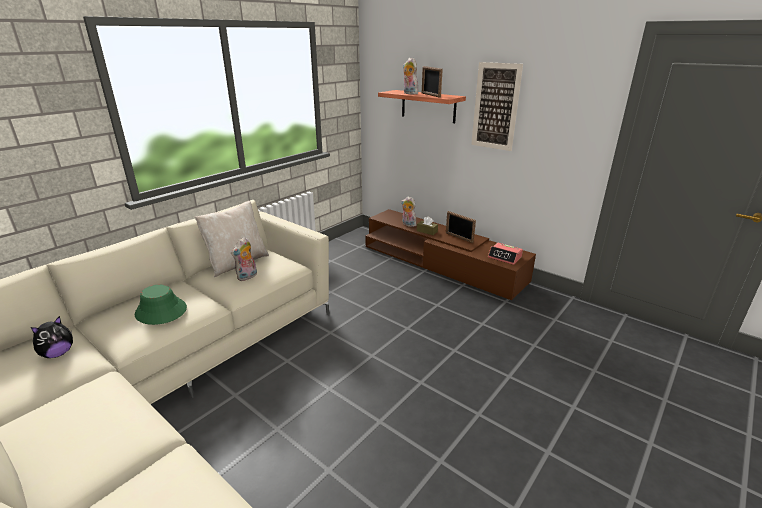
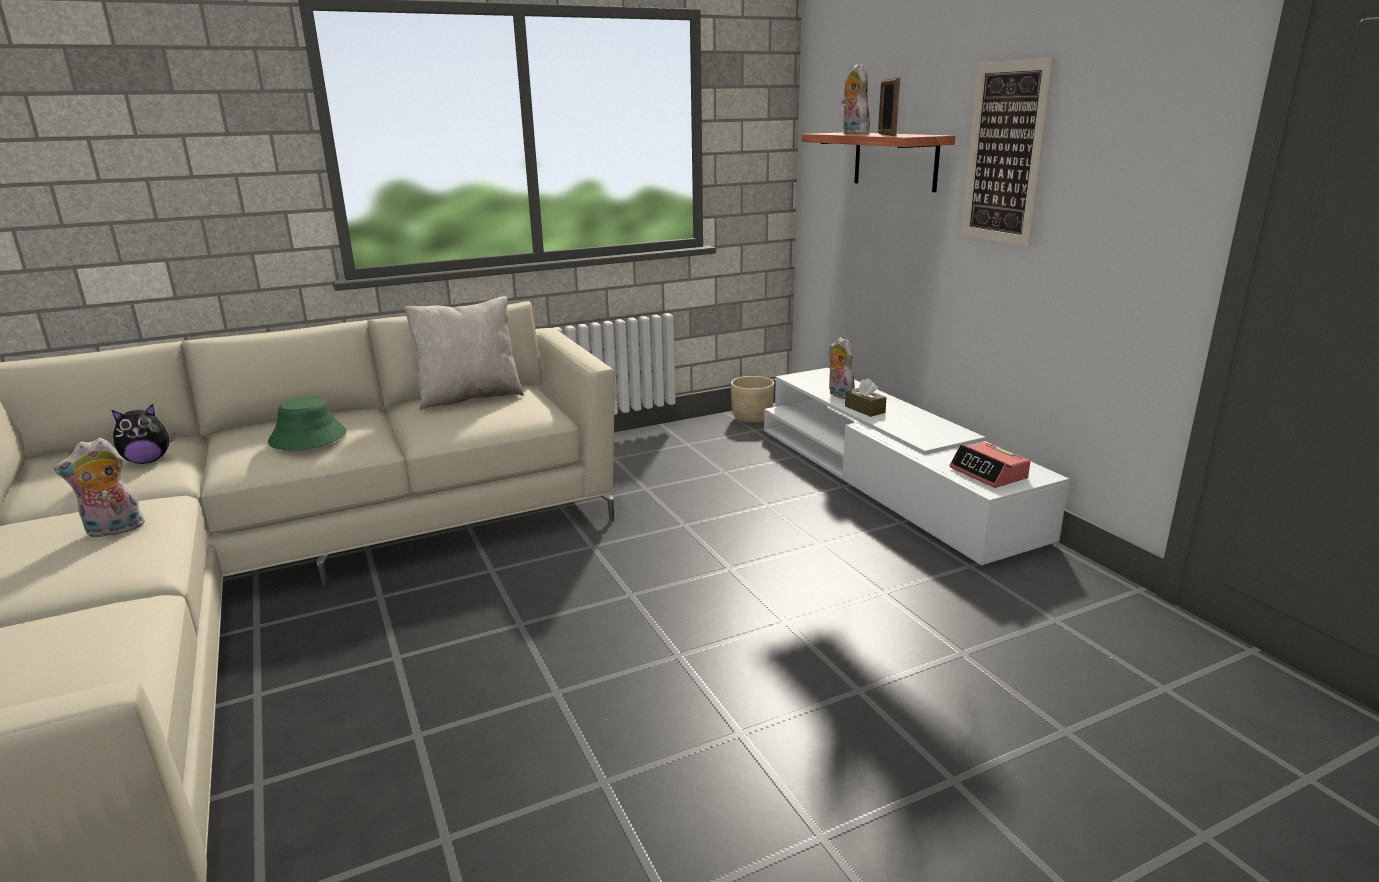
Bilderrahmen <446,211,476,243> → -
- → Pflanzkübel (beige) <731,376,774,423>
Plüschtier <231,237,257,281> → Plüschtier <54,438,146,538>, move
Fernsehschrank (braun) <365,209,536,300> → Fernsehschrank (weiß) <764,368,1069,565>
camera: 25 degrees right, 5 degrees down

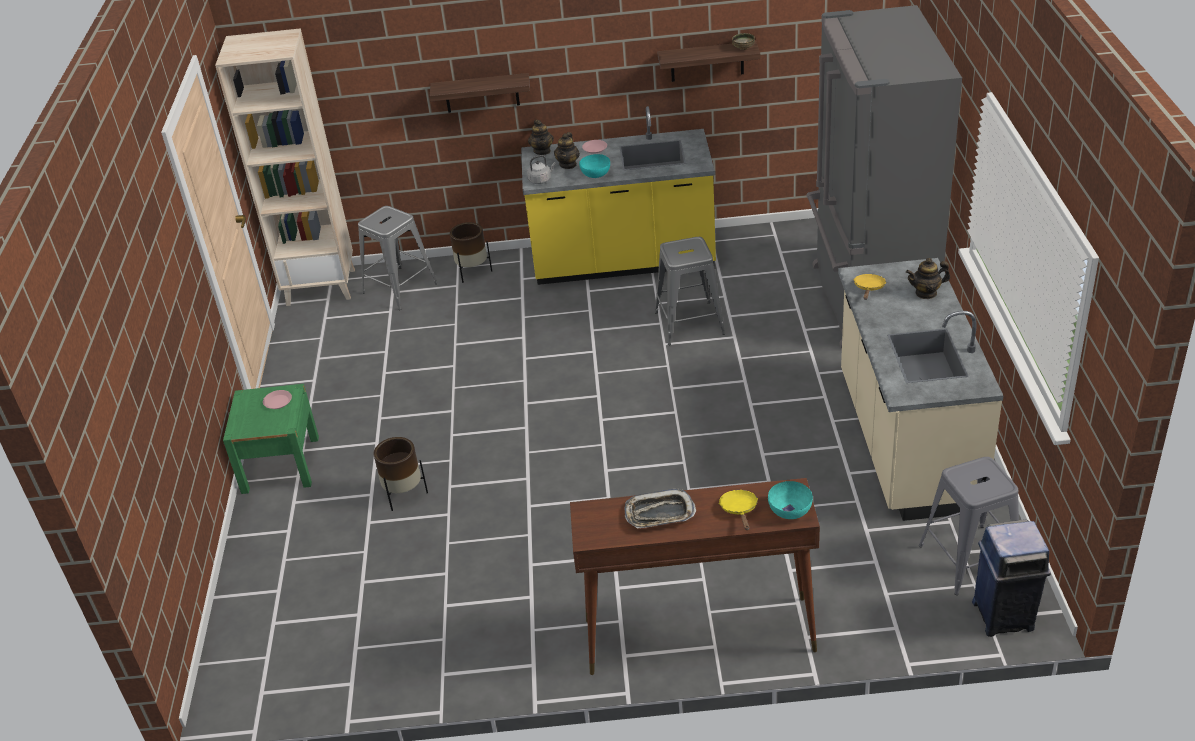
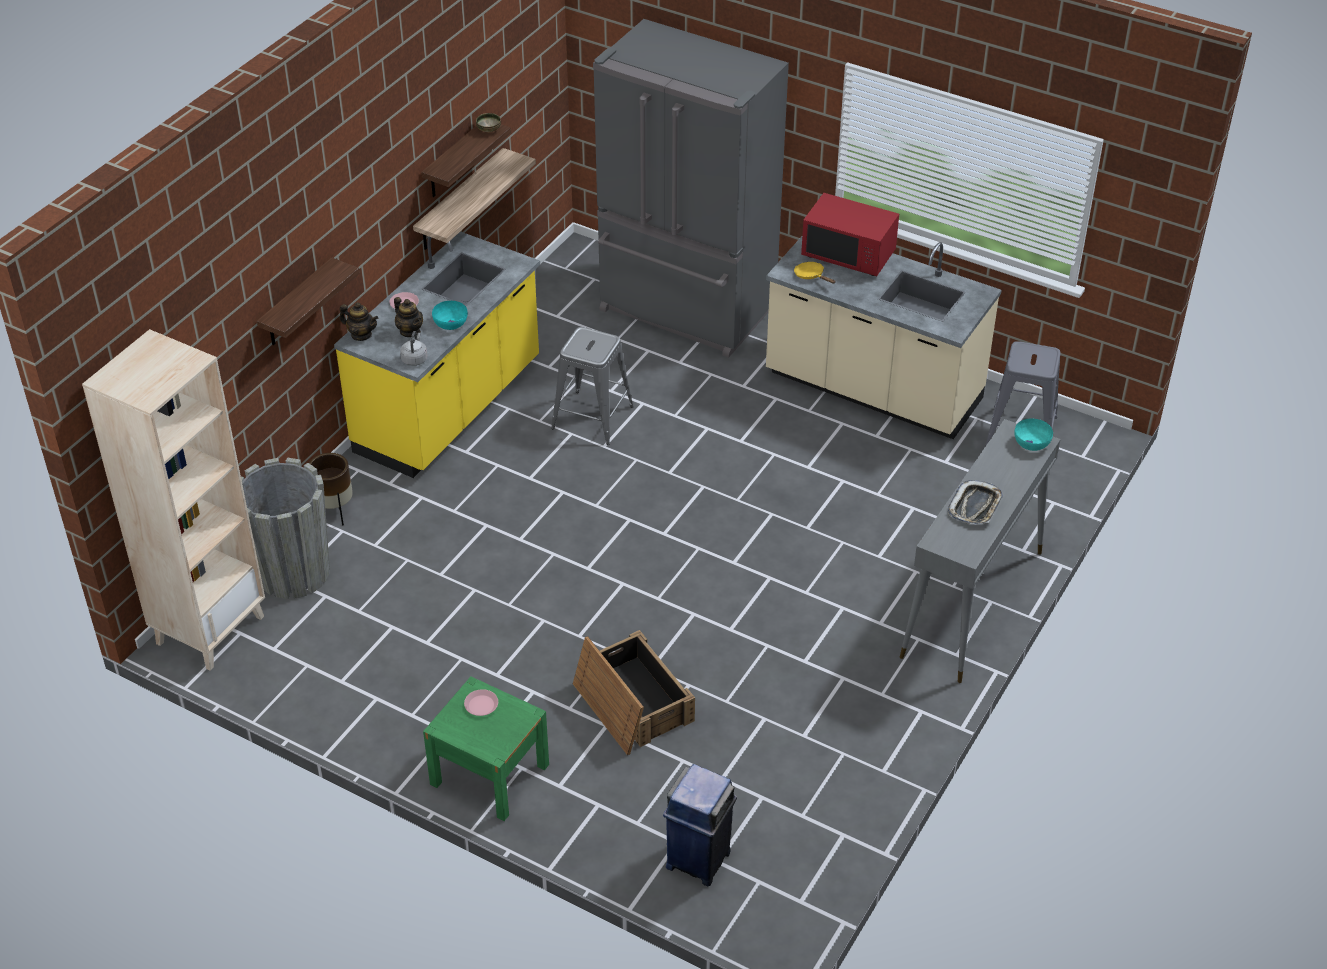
Pfanne (gelb) <719,490,758,530> → -
- → Wandregal <413,148,536,250>
Mülleimer (blau) <972,520,1051,637> → Mülleimer (blau) <663,764,737,887>, move
Hocker (grau) <358,206,438,310> → Pflanzkübel (grau) <241,457,330,599>
Pflanzkübel (braun) <374,437,428,511> → Kiste <573,630,695,755>
Teekanne <906,258,950,299> → Mikrowelle (rot) <801,193,899,276>
Konsolentisch (braun) <570,478,820,675> → Konsolentisch (grau) <900,419,1061,683>
camera: 60 degrees left, 5 degrees up

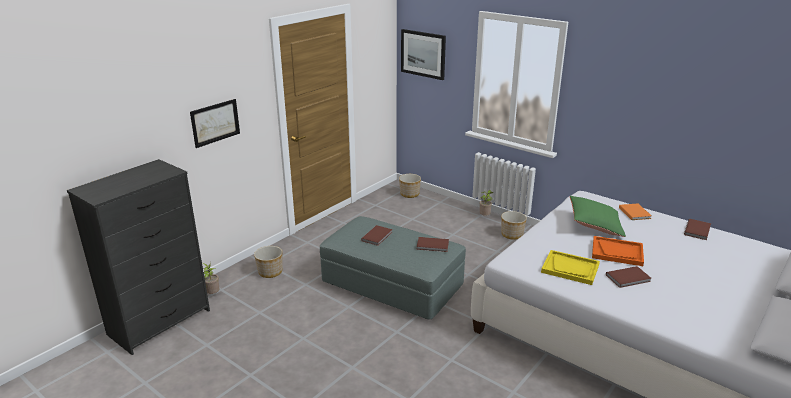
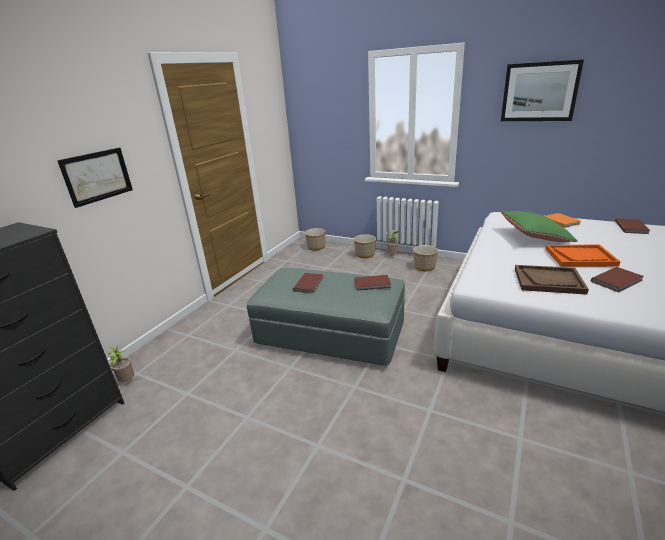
Pflanzkübel <254,246,283,278> → Pflanzkübel <354,234,376,258>, move
Bild <401,29,446,80> → Bild <501,59,584,121>, move
Tablett (gelb) <541,250,600,285> → Tablett (braun) <515,265,589,295>
camera: 10 degrees left, 0 degrees up

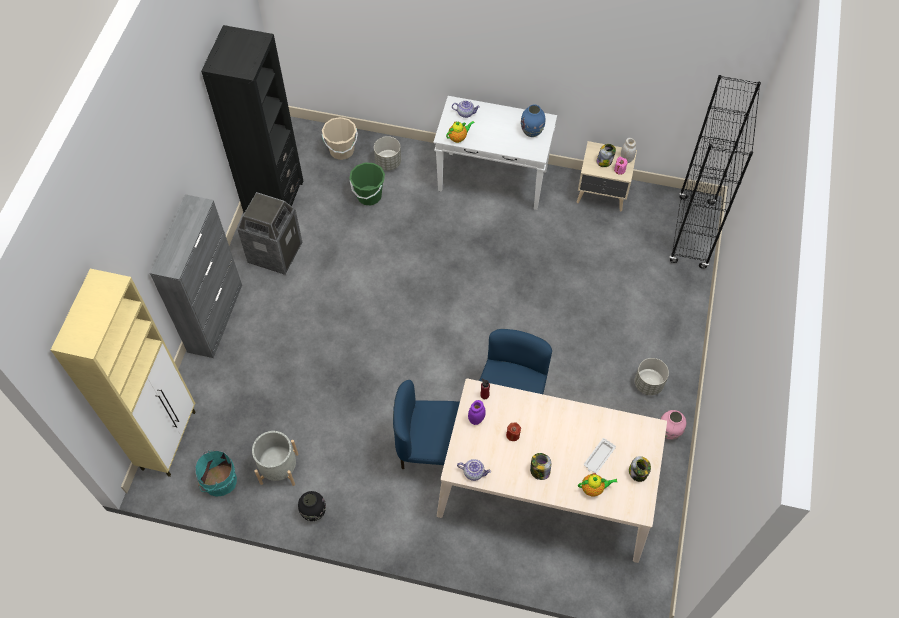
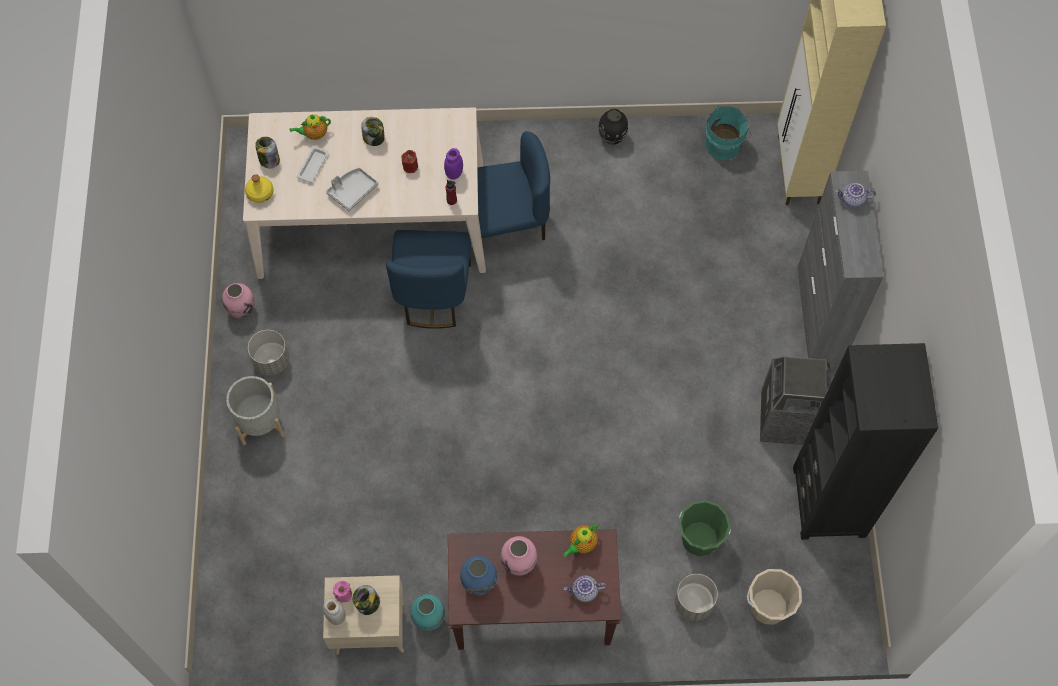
Bücherregal (schwarz) <669,75,761,269> → -
- → Flasche (gelb) <245,174,274,203>
- → Tablett (grau) <326,168,378,211>
- → Vase (türkis) <411,594,445,631>
- → Vase (rosa) <501,536,537,576>
Pflanzkübel (grau) <252,431,299,486> → Pflanzkübel (grau) <226,376,284,445>, move
Teekanne <457,459,491,481> → Teekanne <835,183,876,208>, move
Konsolentisch (weiß) <433,96,557,210> → Konsolentisch (braun) <448,529,621,650>
camera: 165 degrees right, 5 degrees up

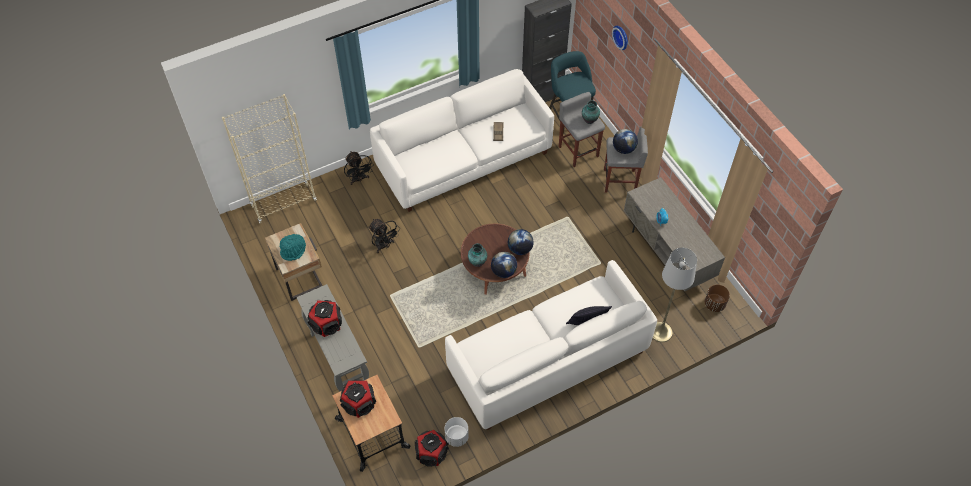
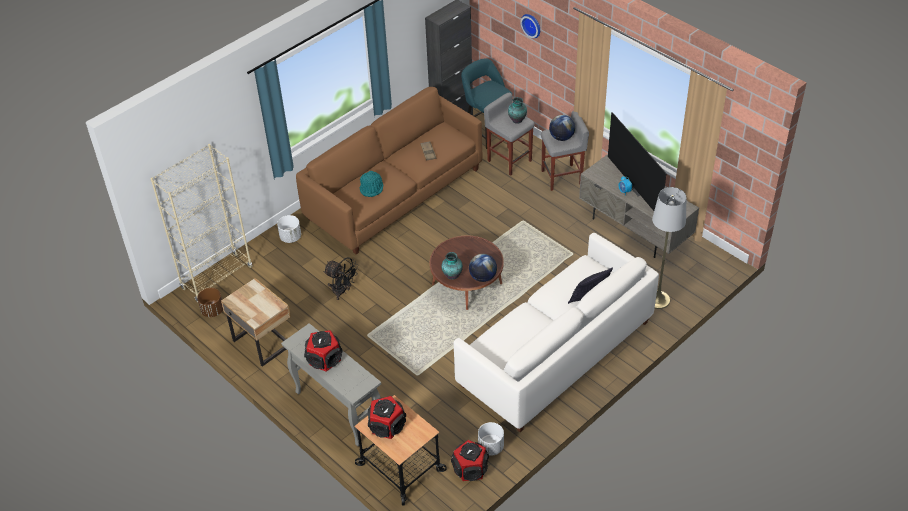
Globus <508,229,534,255> → -
- → Fernseher <608,112,667,211>
Hut (türkis) <279,234,306,261> → Hut (türkis) <360,171,383,197>, move
Pflanzkübel (braun) <705,285,730,312> → Pflanzkübel (braun) <197,288,223,317>, move
Ventilator (schwarz) <344,151,374,185> → Pflanzkübel (weiß) <277,215,301,243>
Sofa (weiß) <370,69,554,212> → Sofa (braun) <296,87,482,254>
camera: 15 degrees left, 10 degrees down

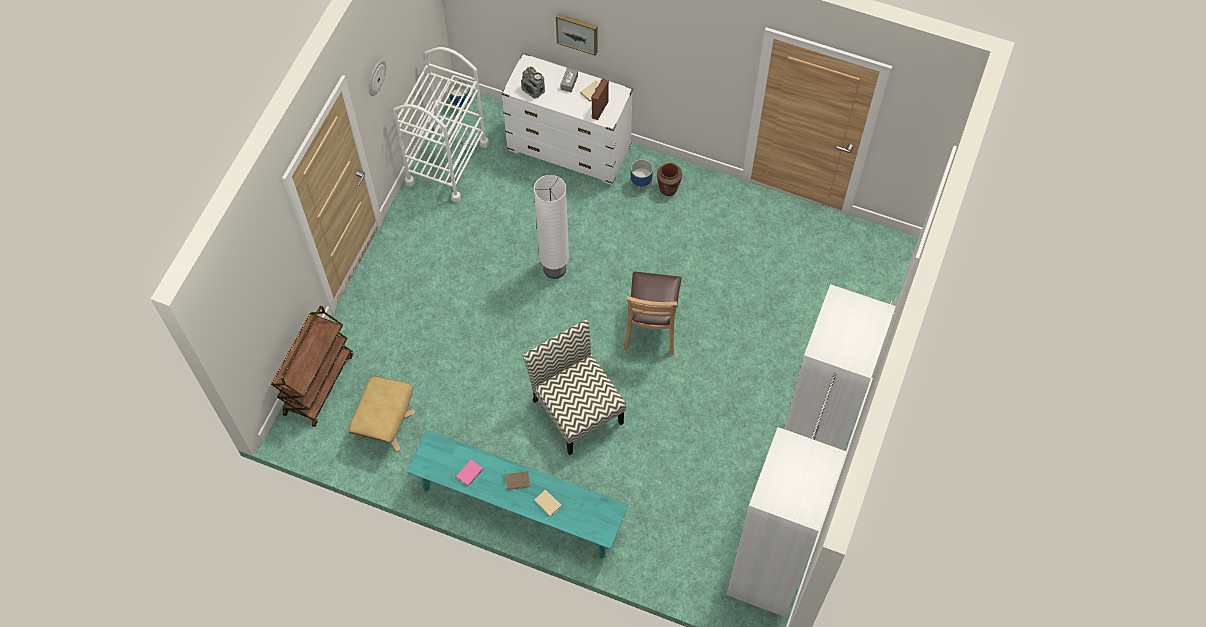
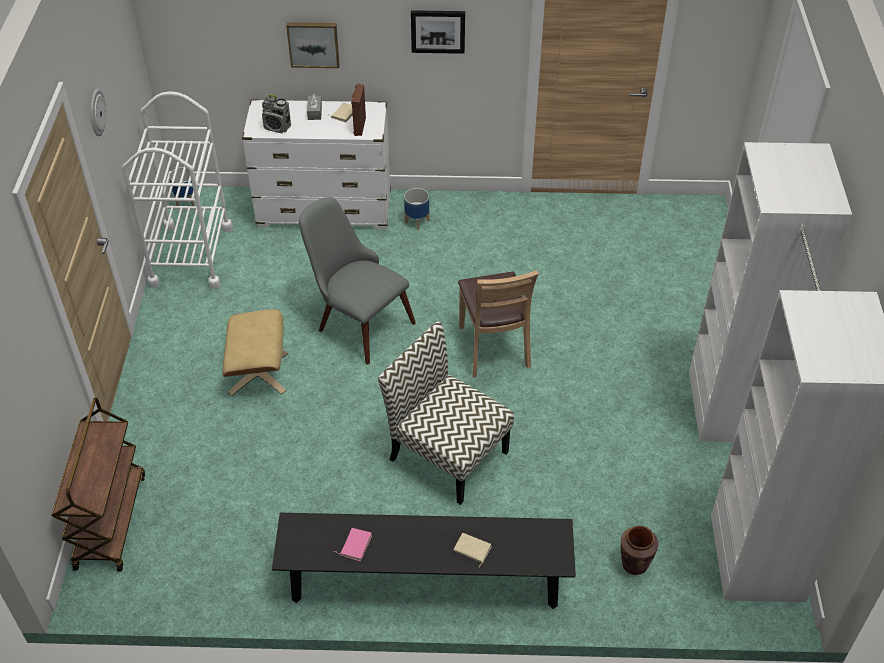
Buch (braun) <504,471,530,490> → -
- → Bild <411,10,465,54>
Polsterhocker (beige) <348,376,416,452> → Polsterhocker (beige) <222,309,288,396>, move
Vase (braun) <657,163,682,196> → Vase (braun) <621,525,658,575>, move
Stehlampe (weiß) <534,175,569,279> → Stuhl (grau) <299,197,416,365>
Bank (türkis) <407,430,628,558> → Bank (schwarz) <272,513,576,609>
camera: 20 degrees left, 15 degrees down

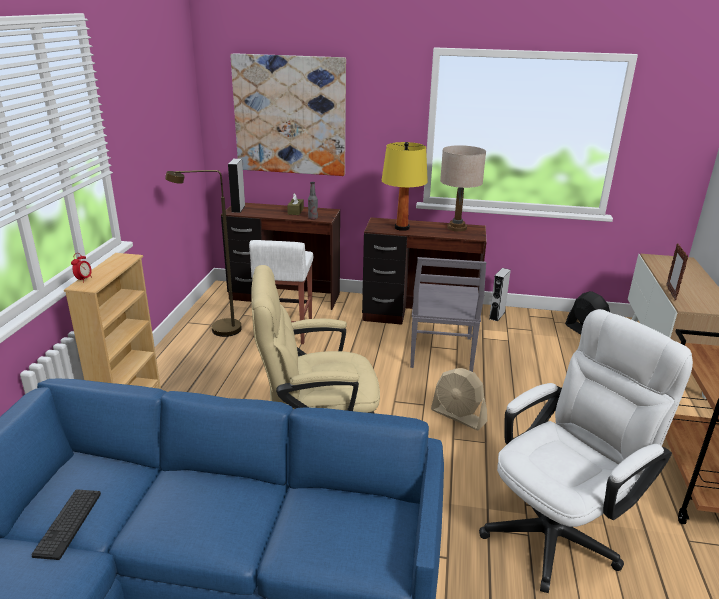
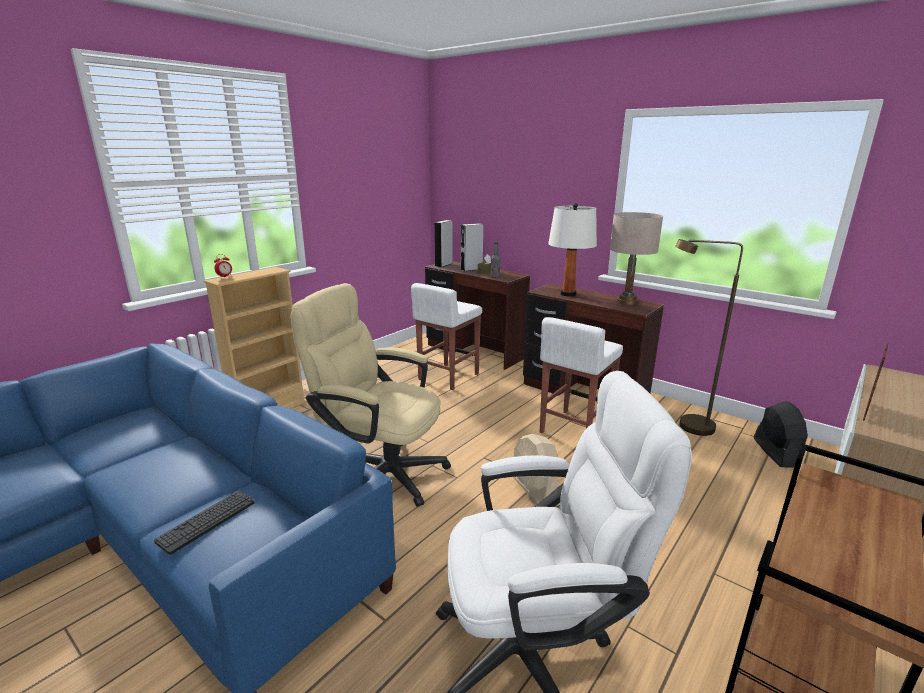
Bild <230,53,346,176> → -
Tastatur <31,489,101,560> → Tastatur <154,491,254,555>, move
Stehlampe (braun) <165,170,242,337> → Stehlampe (braun) <675,239,743,436>, move
Lautsprecher (grau) <489,268,511,321> → Lautsprecher (grau) <461,223,483,271>, move
Stuhl (grau) <410,257,486,372> → Hocker (weiß) <540,317,623,433>
Tischlampe (gelb) <382,142,428,231> → Tischlampe (weiß) <548,203,597,296>
camera: 30 degrees right, 5 degrees down

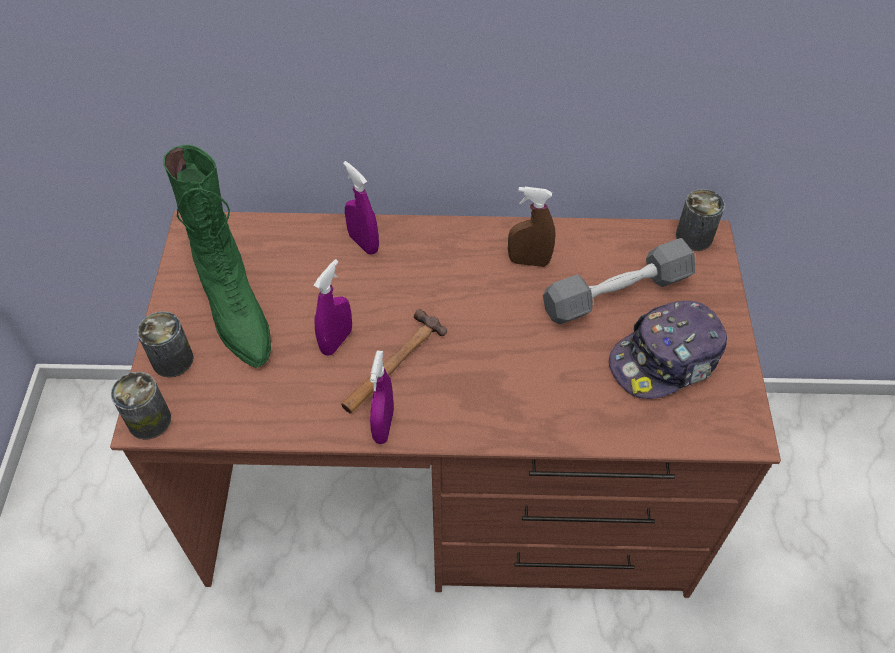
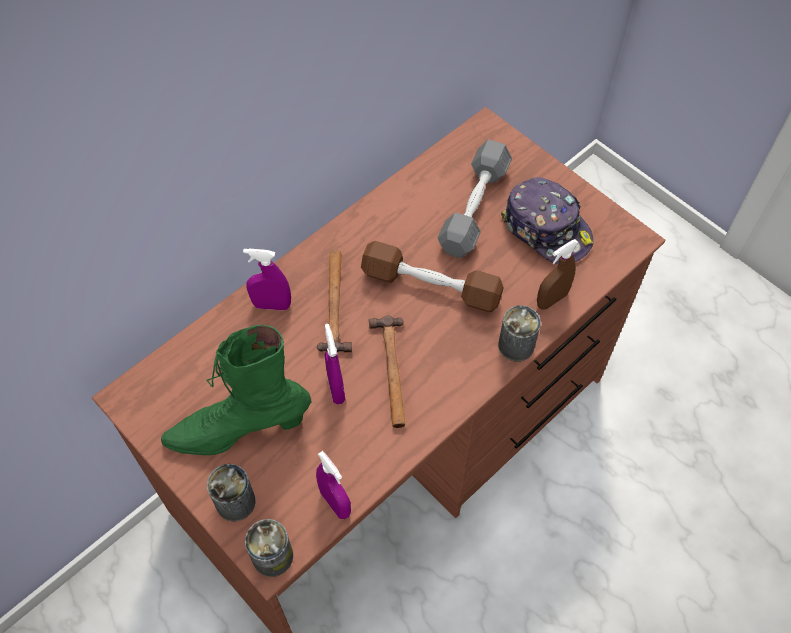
- → Hammer <317,251,352,353>
- → Hantel (braun) <361,241,504,312>
Sprühflasche (lila) <370,350,394,444> → Sprühflasche (lila) <316,451,351,519>, move
Sprühflasche (braun) <508,187,556,267> → Sprühflasche (braun) <537,239,579,310>, move
Dose <676,189,725,251> → Dose <498,305,541,362>, move
Stiefel (grün) <163,145,271,368> → Stiefel (grün) <161,325,312,455>, 150 degrees clockwise
Kappe <609,301,727,399> → Kappe <501,177,593,264>, 60 degrees counterclockwise
camera: 45 degrees left, 5 degrees up

